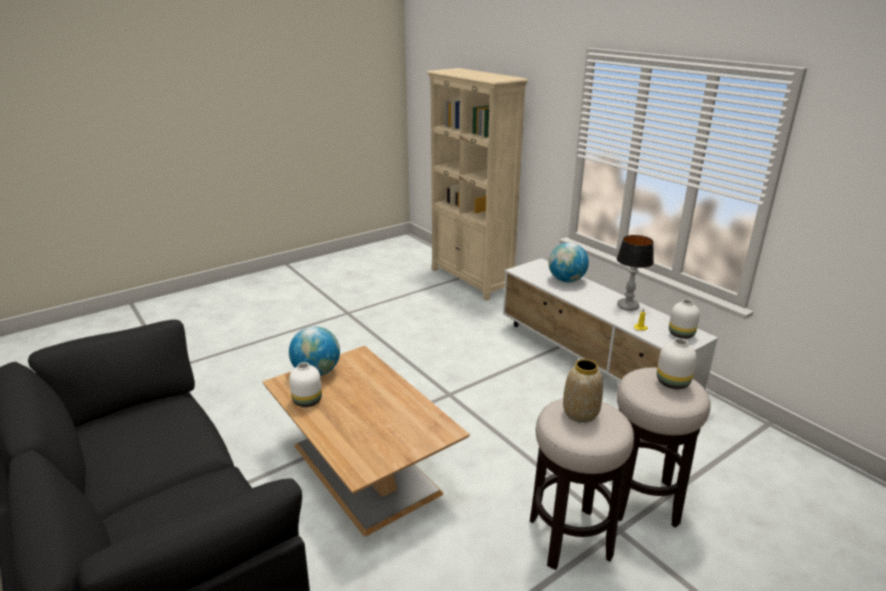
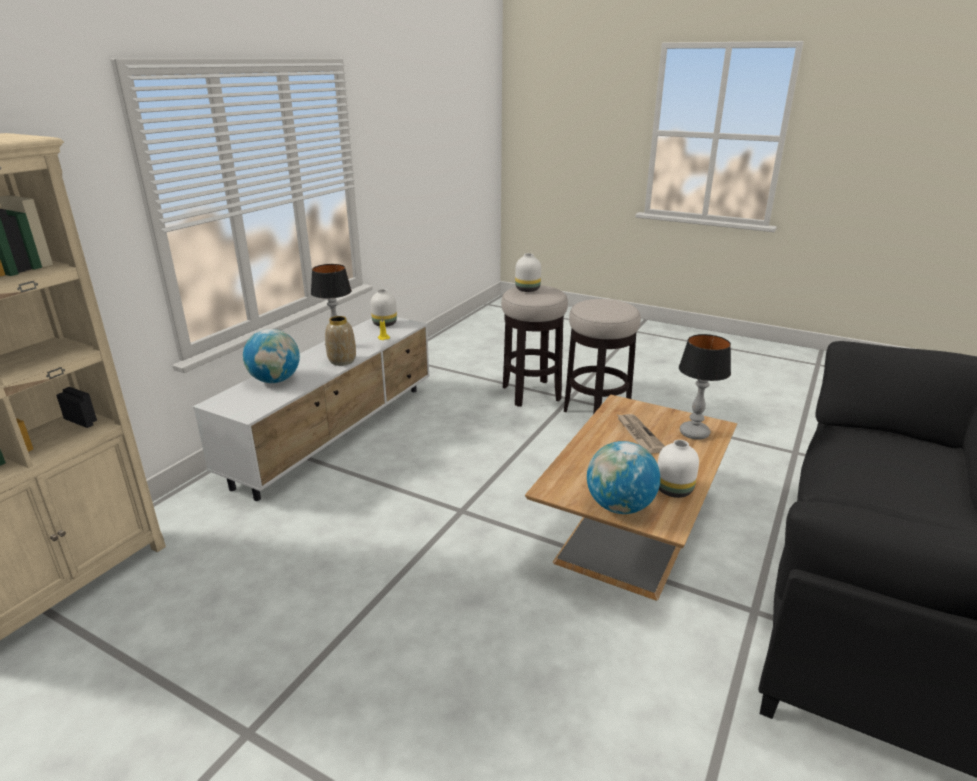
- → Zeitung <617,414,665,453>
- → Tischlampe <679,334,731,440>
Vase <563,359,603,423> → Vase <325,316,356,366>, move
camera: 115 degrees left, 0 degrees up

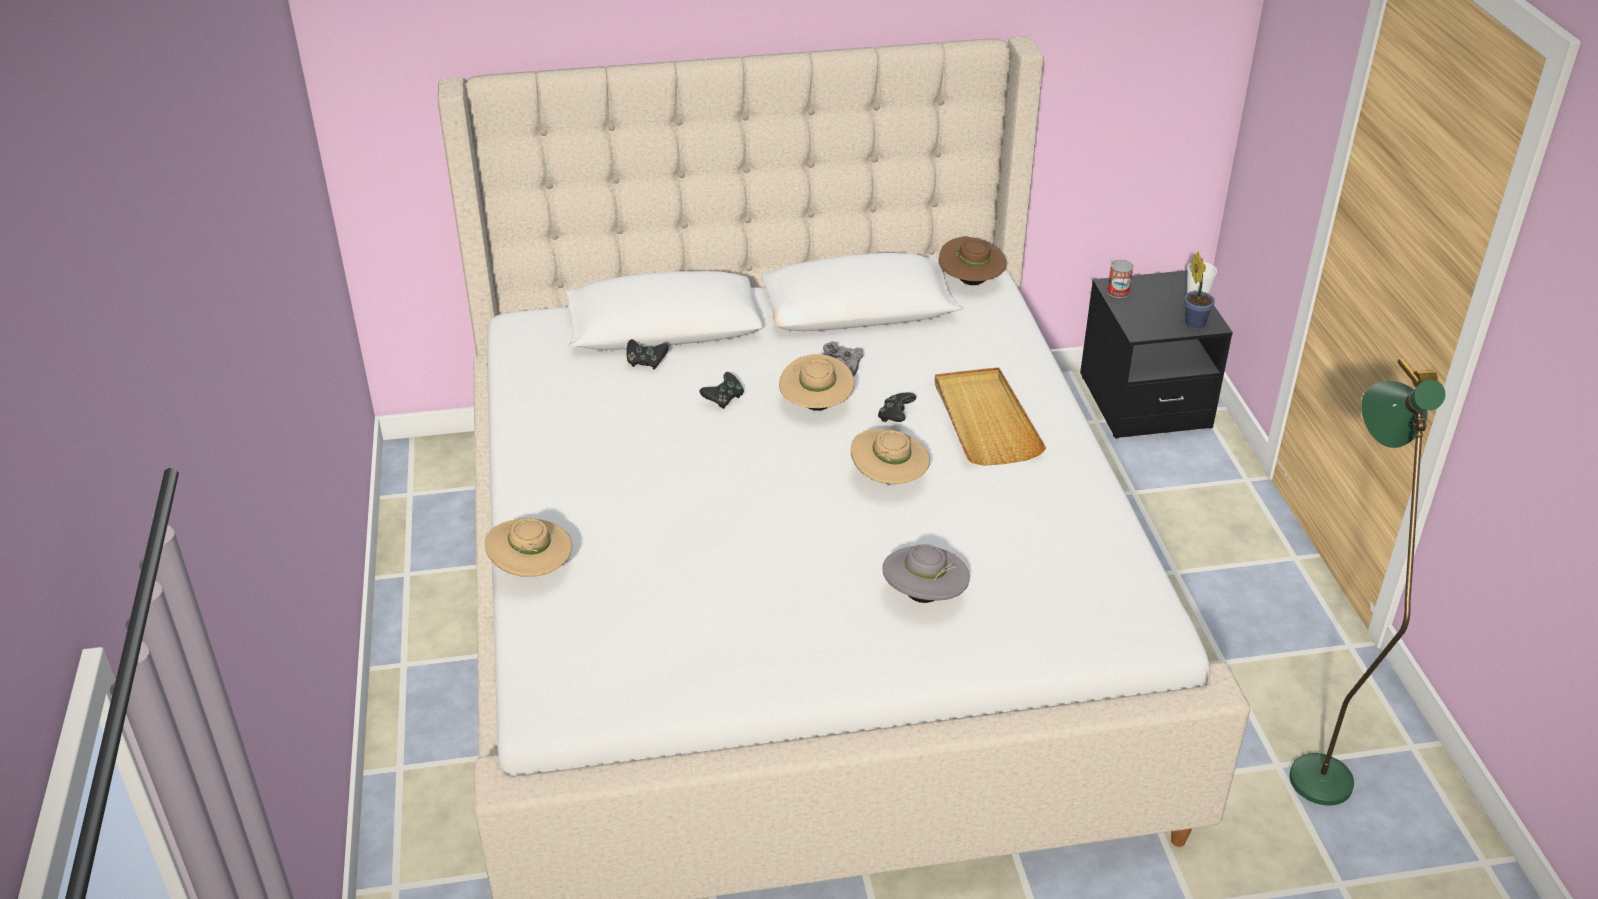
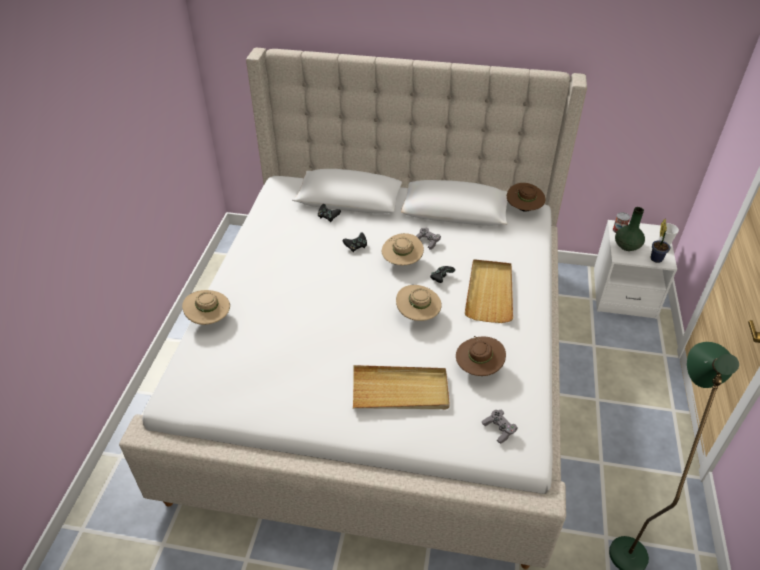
- → Hut (braun) <456,336,506,376>
- → Gamepad (grau) <482,410,518,444>
- → Vase (grün) <615,207,645,251>
Hut (grau) <882,544,970,603> → Tablett (beige) <353,365,450,409>
Nachttisch (schwarz) <1080,270,1233,439> → Nachttisch (weiß) <594,220,677,319>
camera: 20 degrees right, 5 degrees up

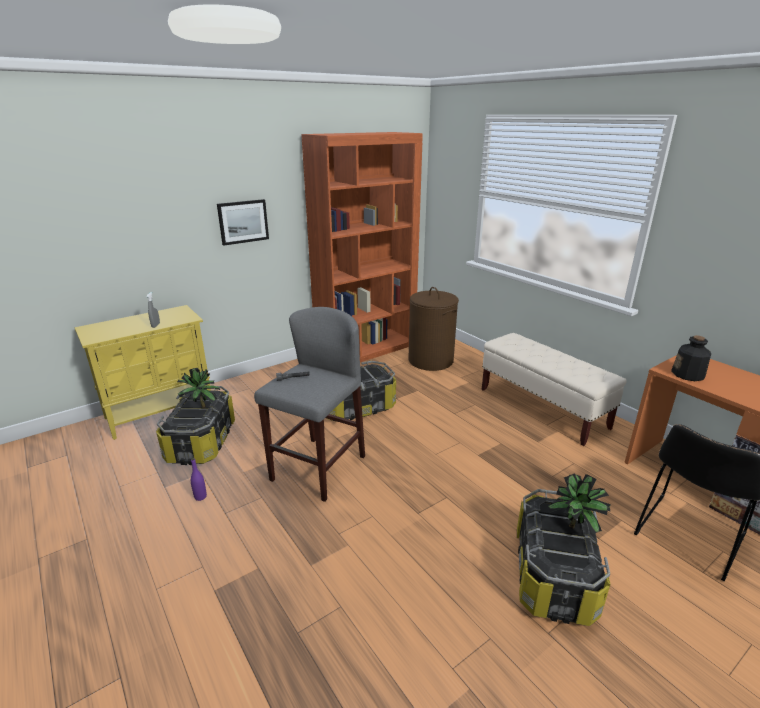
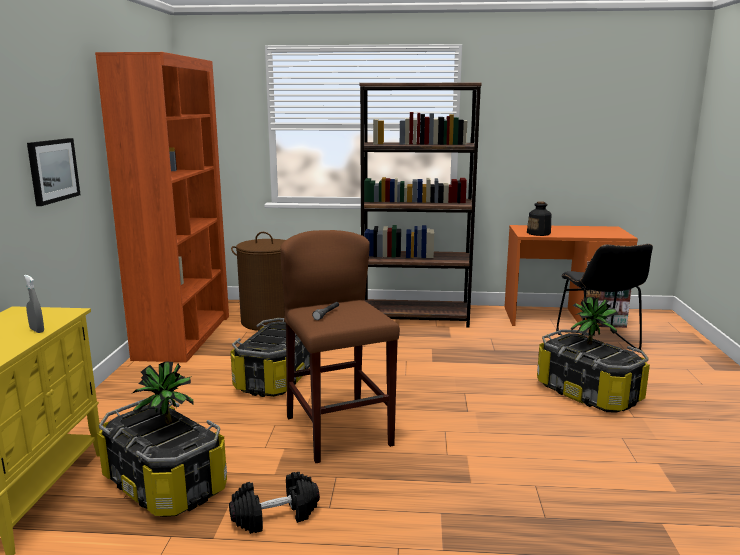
Flasche (lila) <191,458,207,501> → Hantel (schwarz) <229,472,320,534>
Bank (beige) <482,333,627,446> → Bücherregal (braun) <360,83,482,328>
Hocker (grau) <254,307,365,502> → Hocker (braun) <280,230,400,463>
camera: 50 degrees left, 10 degrees down

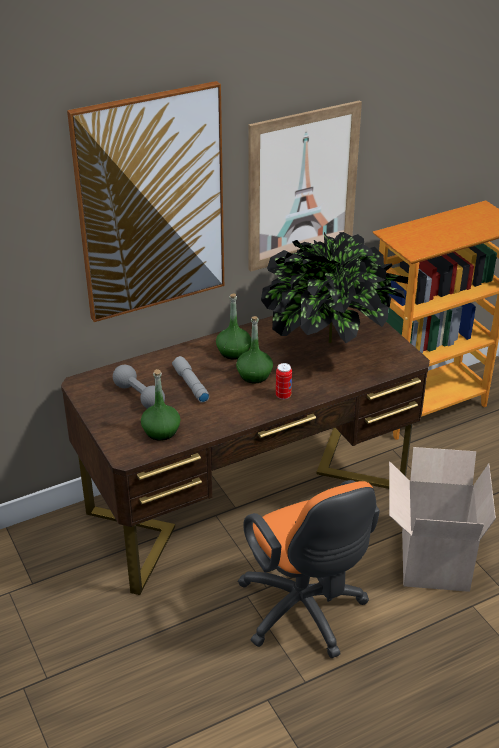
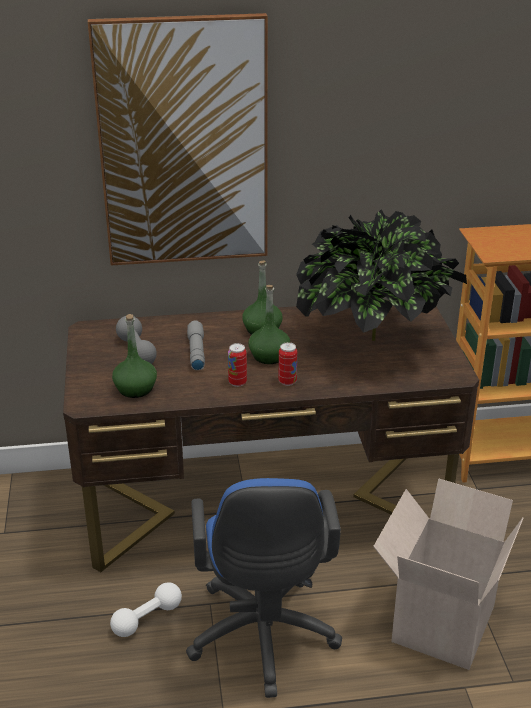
Bild <248,100,362,272> → -
- → Hantel (weiß) <110,582,182,637>
- → Dose <228,343,247,387>
Bürostuhl (orange) <238,480,380,658> → Bürostuhl (blau) <186,478,342,698>
camera: 20 degrees right, 5 degrees down

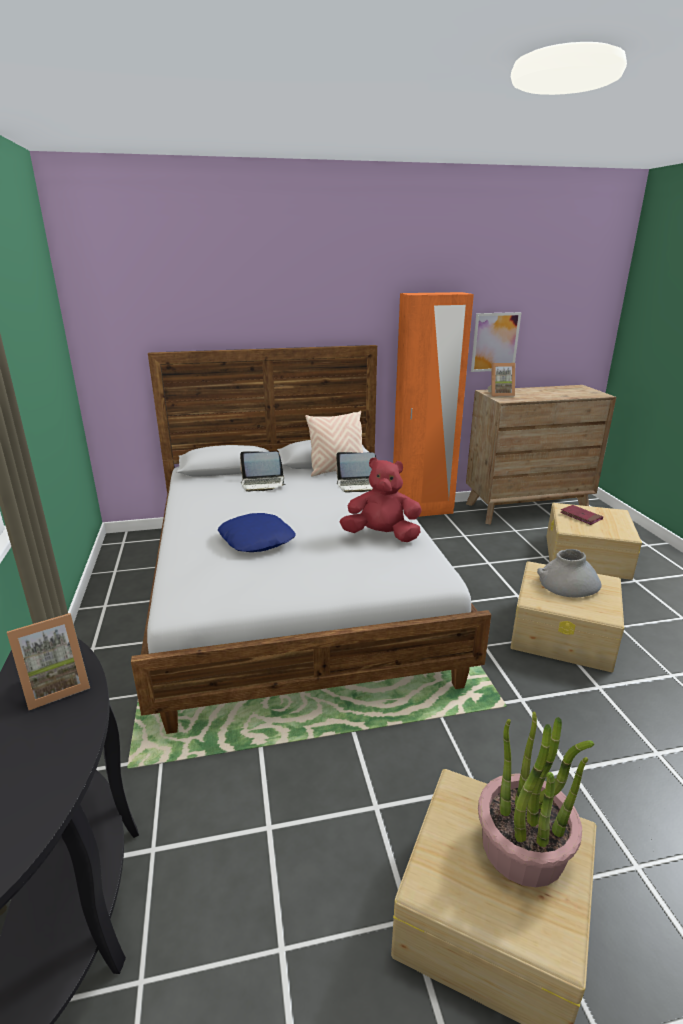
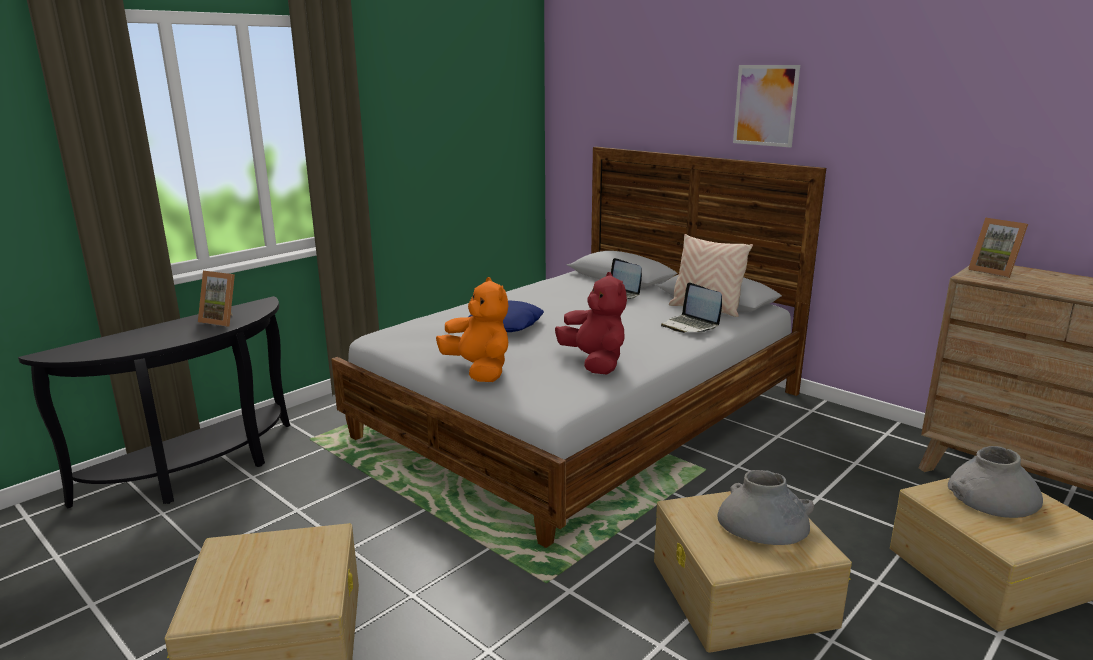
Kleiderschrank (orange) <393,292,474,517> → -
Topfpflanze <478,712,594,887> → -
- → Plüschtier (orange) <436,277,508,382>
Bild <471,312,521,372> → Bild <733,65,800,148>, move
Buch (rot) <560,505,603,525> → Vase (grau) <948,446,1043,518>
camera: 55 degrees right, 5 degrees down

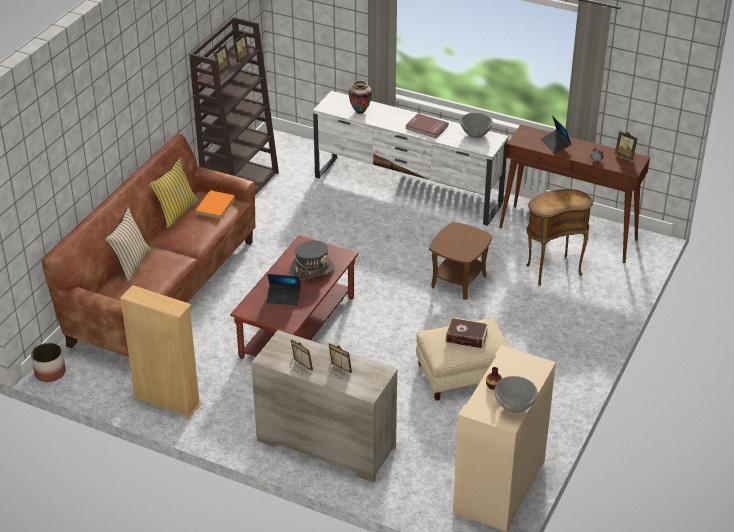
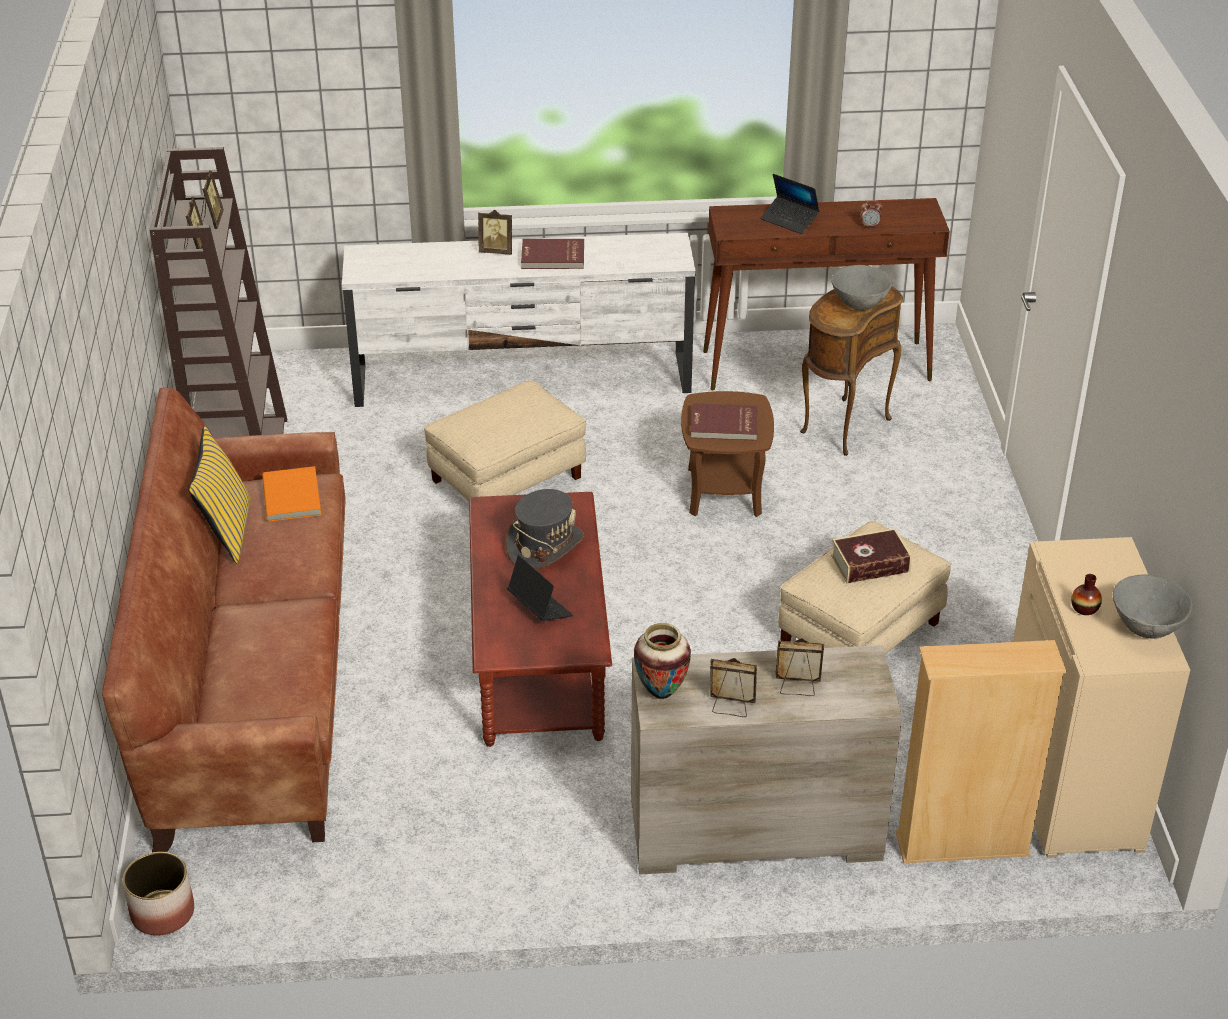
Kissen (beige) <105,207,151,283> → -
- → Polsterhocker (beige) <424,380,586,501>
- → Buch (rot) <690,403,758,441>
Bücherregal (beige) <120,285,201,418> → Bücherregal (beige) <896,640,1066,863>, move
Vase <349,80,372,114> → Vase <634,623,691,699>, move
Schüssel (grau) <460,113,493,138> → Schüssel (grau) <831,265,892,310>, move
Bilderrahmen <615,131,637,160> → Bilderrahmen <478,210,512,255>, move
Laptop <267,274,301,305> → Laptop <507,555,573,621>, 105 degrees counterclockwise
camera: 30 degrees left, 0 degrees up

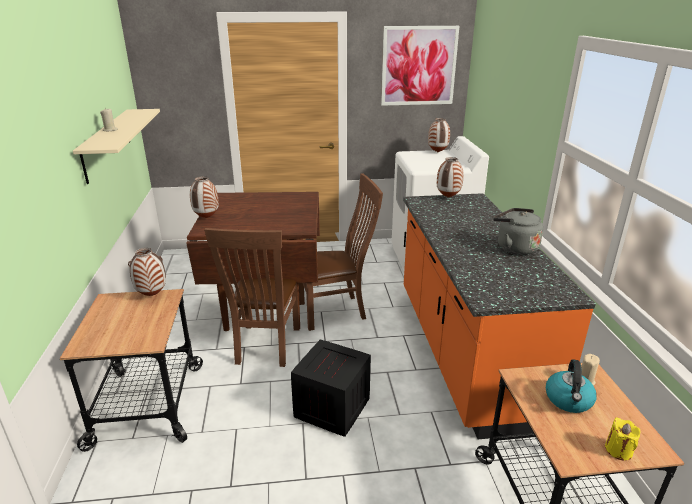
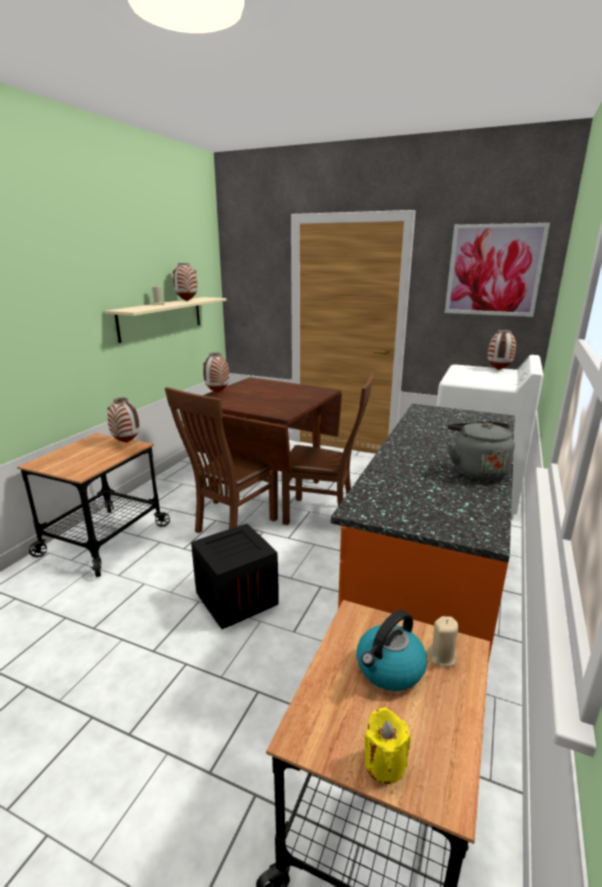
Vase <437,157,463,198> → Vase <173,263,198,301>, move
camera: 30 degrees right, 5 degrees down

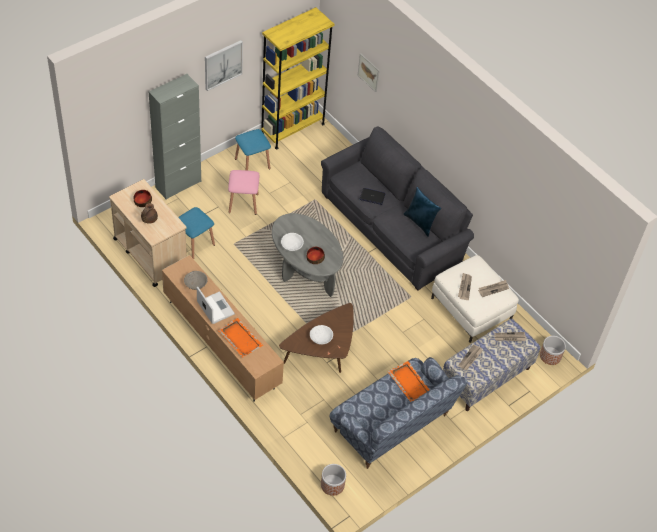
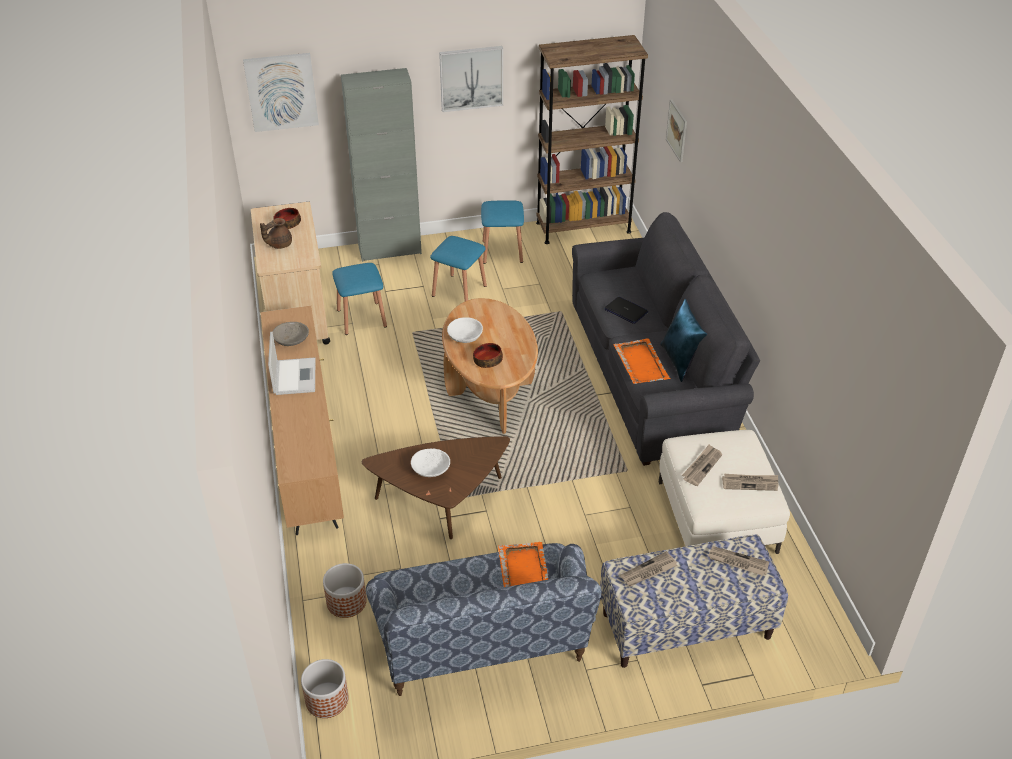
- → Bild <243,53,319,132>
Tablett (orange) <218,318,263,357> → Tablett (orange) <613,338,671,384>, move
Pflanzkübel <540,336,566,365> → Pflanzkübel <323,563,367,618>, move
Hocker (rosa) <228,170,259,215> → Hocker (blau) <430,236,487,301>
Bücherregal (gelb) <261,7,334,149> → Bücherregal (braun) <536,35,648,244>
Couchtisch (grau) <272,213,343,297> → Couchtisch (braun) <442,298,538,434>
camera: 30 degrees right, 10 degrees down

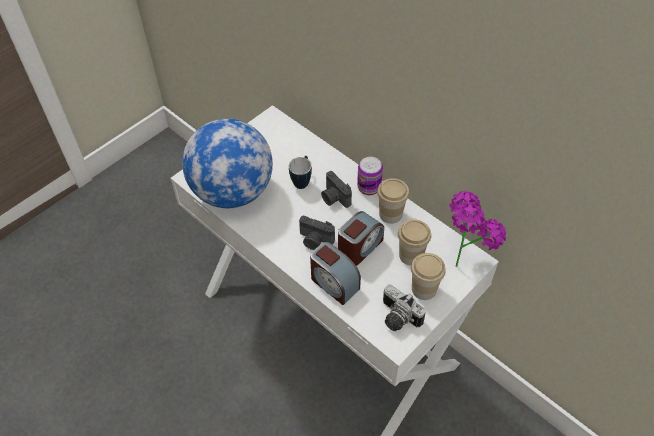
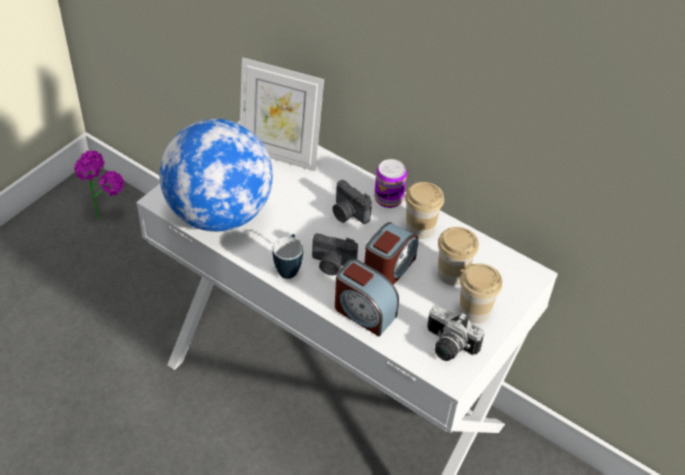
- → Bilderrahmen <240,57,324,171>
Henkelbecher <289,156,312,189> → Henkelbecher <272,234,303,279>, move
Topfpflanze <449,191,506,267> → Topfpflanze <74,151,124,218>, move
camera: 10 degrees left, 5 degrees down

